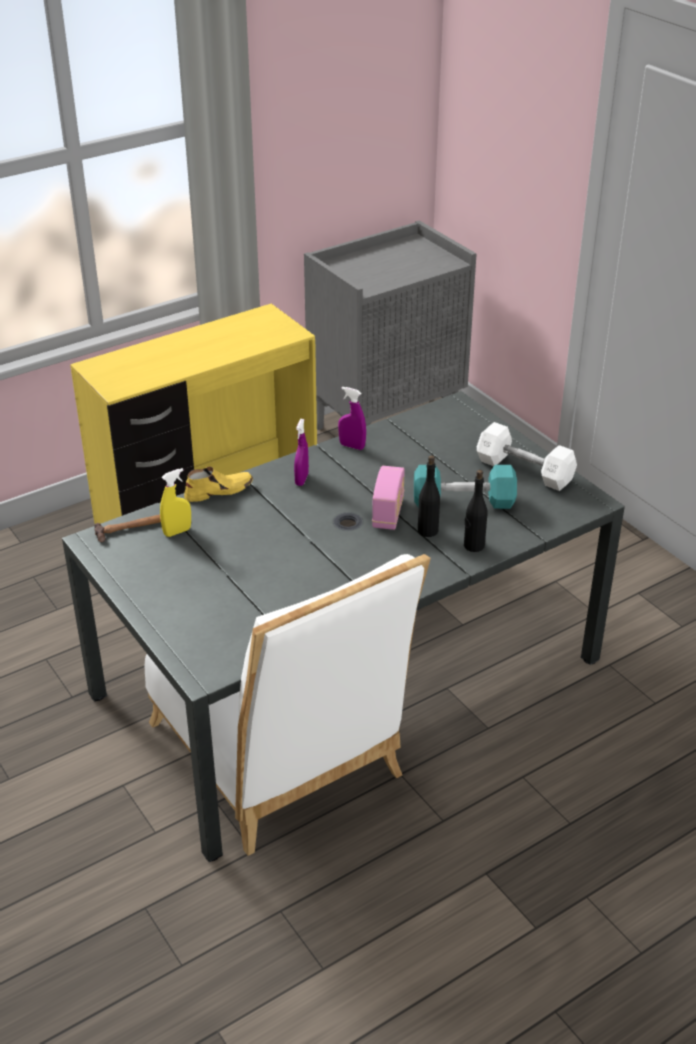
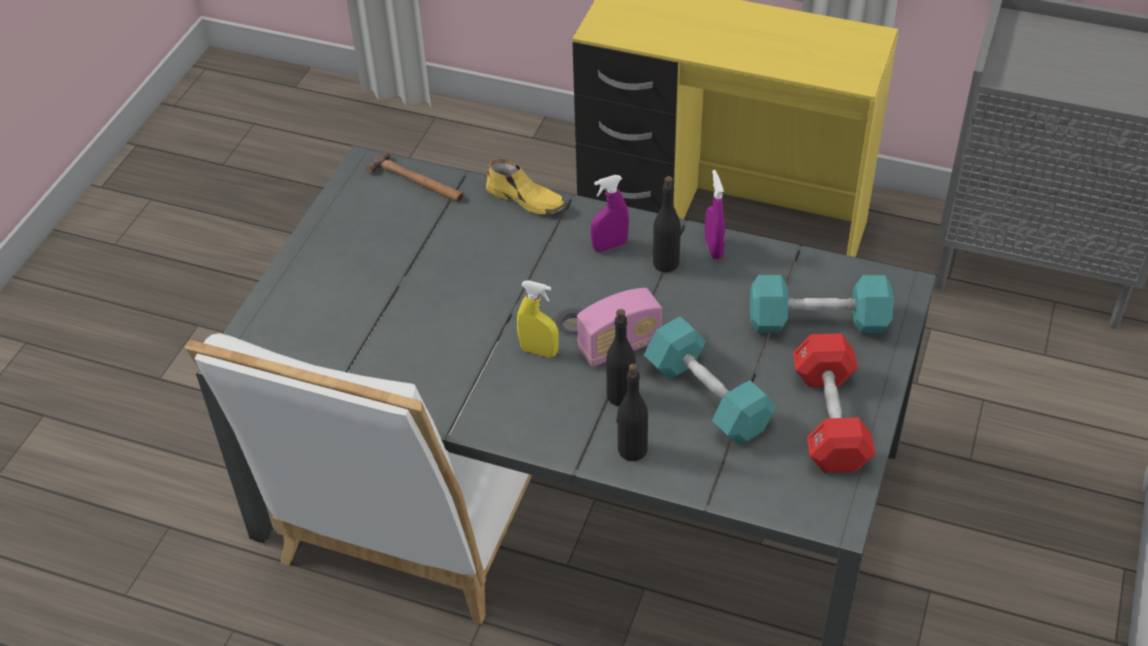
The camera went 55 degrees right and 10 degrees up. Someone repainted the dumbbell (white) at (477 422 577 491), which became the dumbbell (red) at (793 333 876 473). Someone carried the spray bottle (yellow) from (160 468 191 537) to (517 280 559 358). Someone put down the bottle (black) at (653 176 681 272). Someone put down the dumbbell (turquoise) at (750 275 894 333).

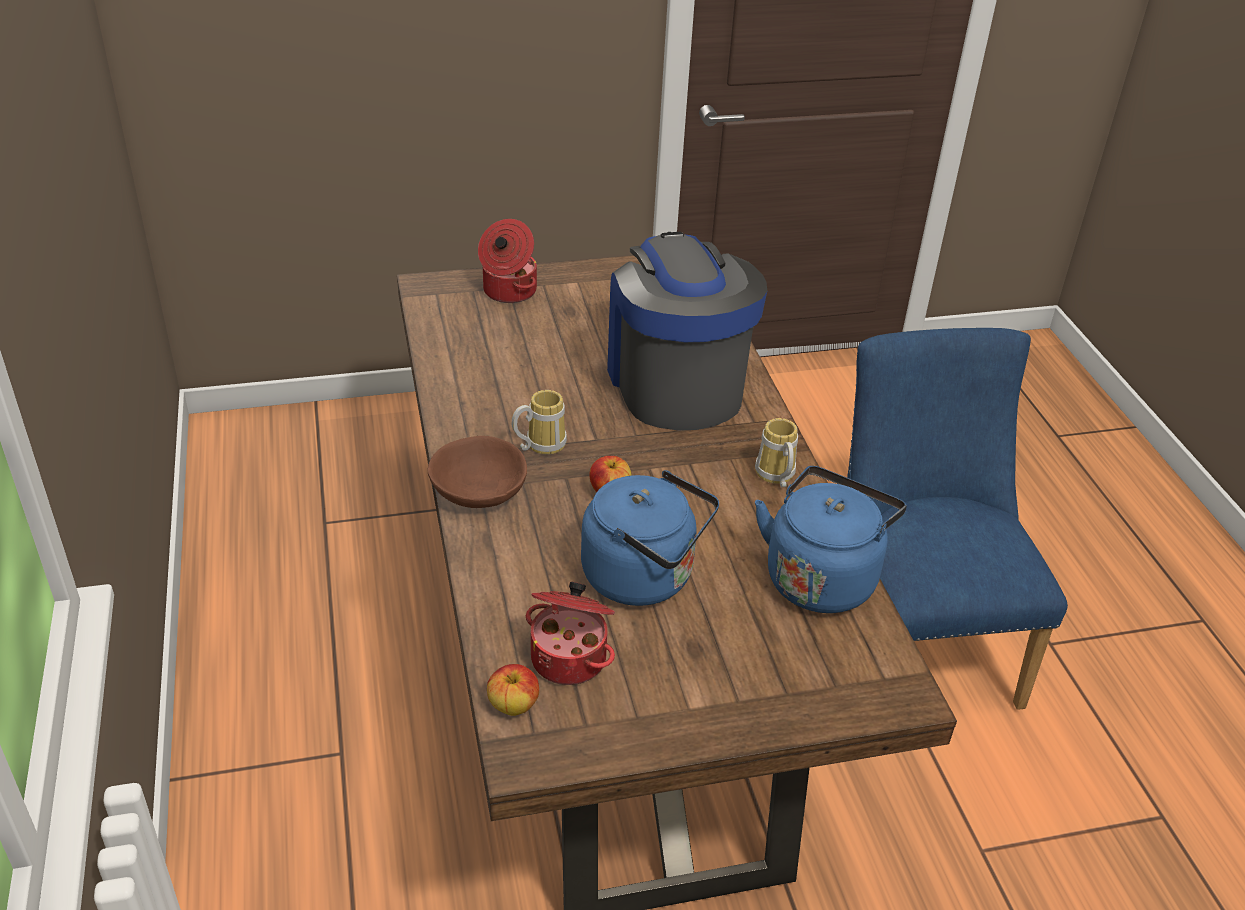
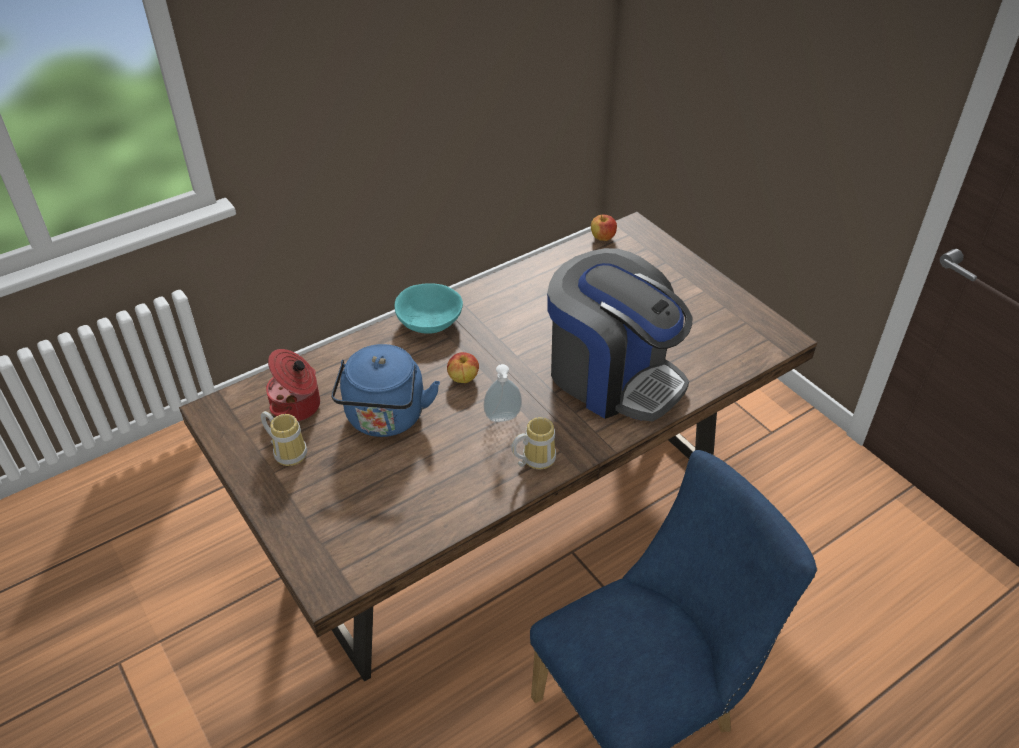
The camera went 70 degrees right and 5 degrees up. Someone took away the cooking pot at (478 219 537 303). Someone rotated the coffee machine at (607 232 767 430) by 75 degrees clockwise. Someone carried the mug from (512 390 567 454) to (260 411 307 466). Someone repainted the bowl (brown) at (427 436 527 508), which became the bowl (turquoise) at (394 283 463 334). Someone took away the kettle (blue) at (755 466 907 613). Someone carried the apple from (487 664 539 716) to (591 215 617 241). Someone put down the soap dispenser at (484 364 522 422).

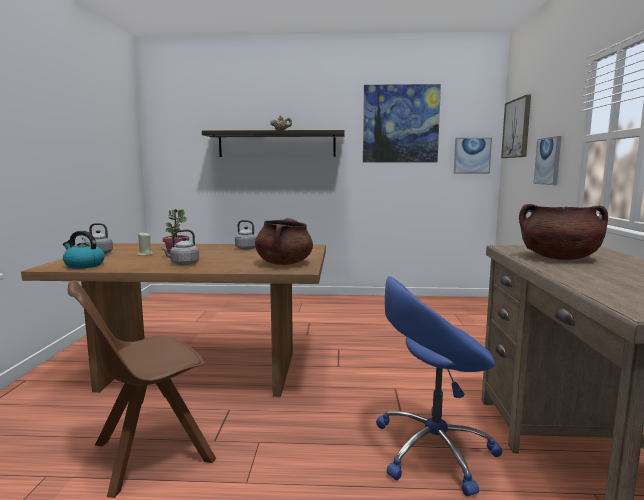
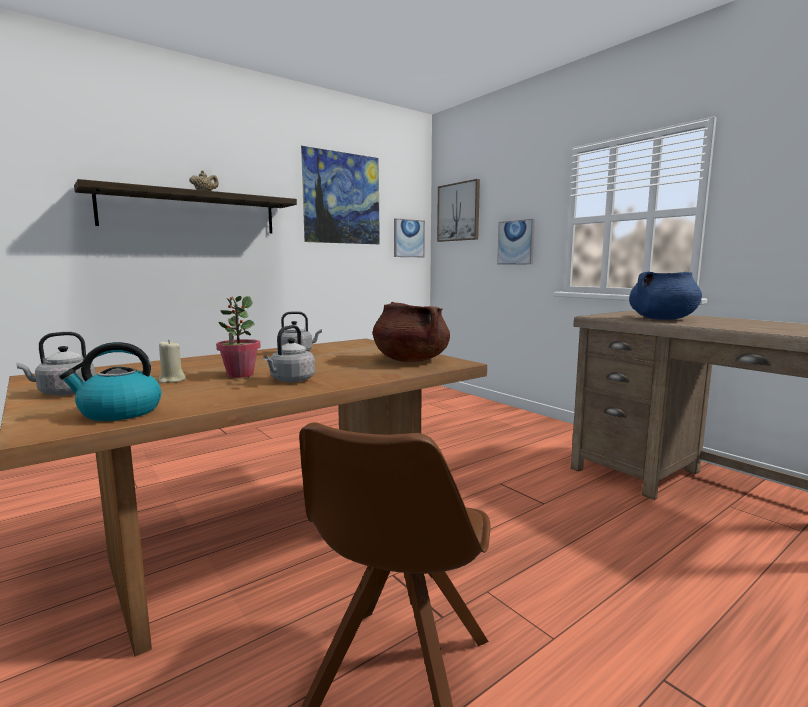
The camera went 40 degrees left and 0 degrees up. Someone repainted the cooking pot (brown) at (519 204 608 260), which became the cooking pot (blue) at (629 272 702 320). Someone took away the office chair (blue) at (376 276 502 496).

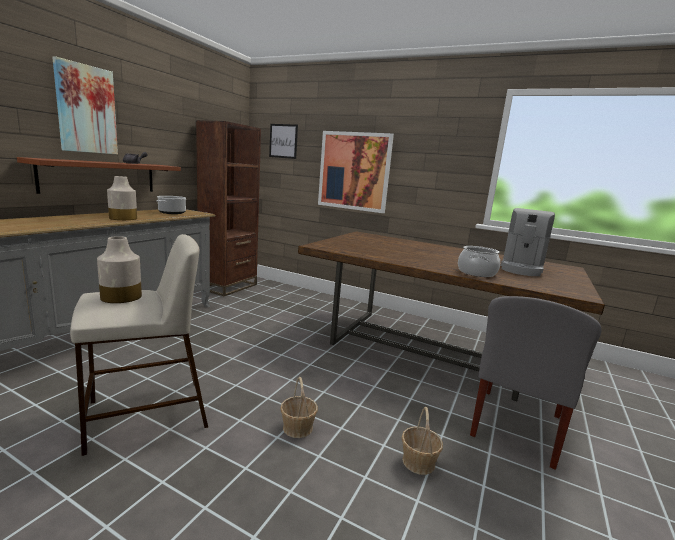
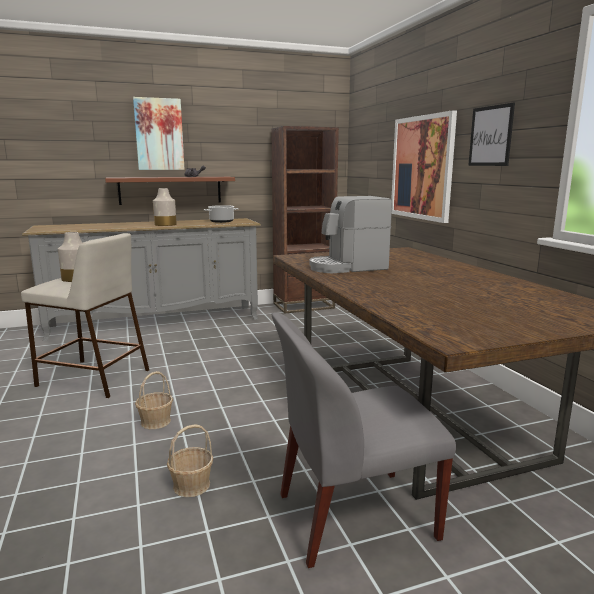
The camera went 45 degrees right and 0 degrees up. Someone carried the picture from (269 124 298 159) to (468 103 515 166). Someone carried the coffee machine from (501 208 555 276) to (309 196 392 273). Someone took away the cooking pot at (458 246 500 277).

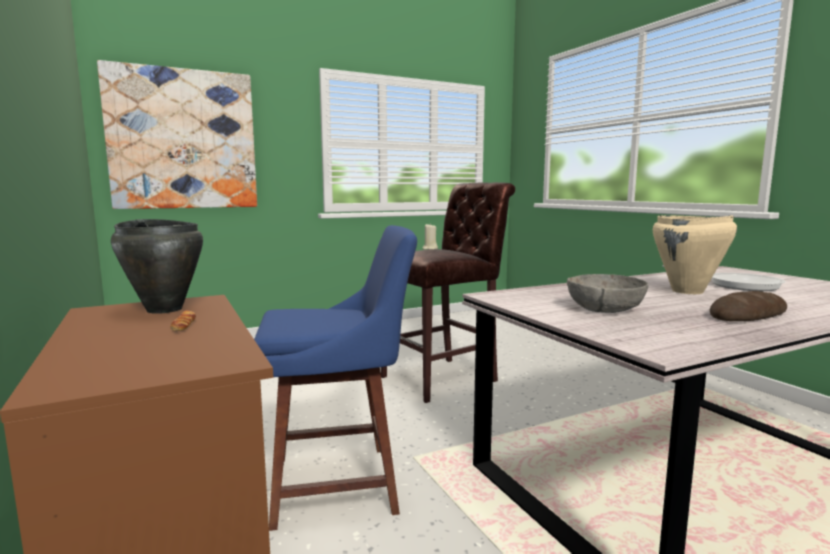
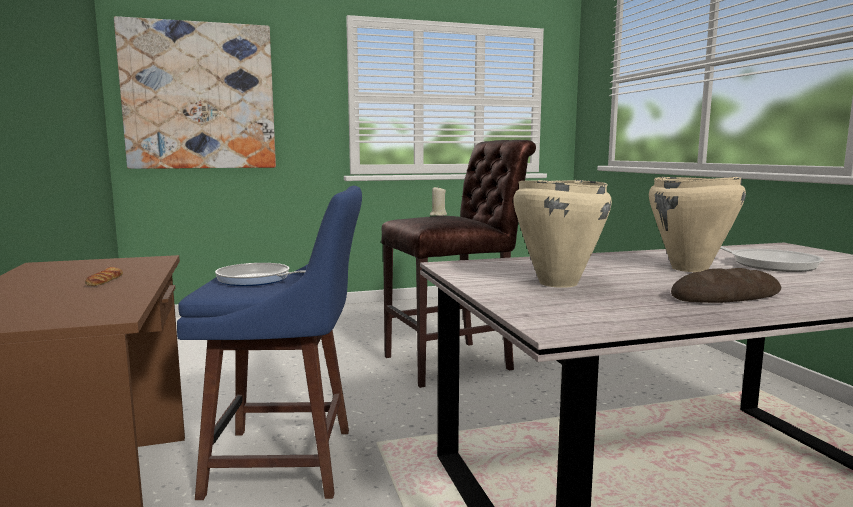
The camera went 10 degrees right and 0 degrees up. Someone took away the cooking pot (black) at (111 219 203 314). Someone swapped the bowl (grey) at (567 274 649 313) for the cooking pot (beige) at (513 180 612 288). Someone put down the frying pan at (215 263 305 286).

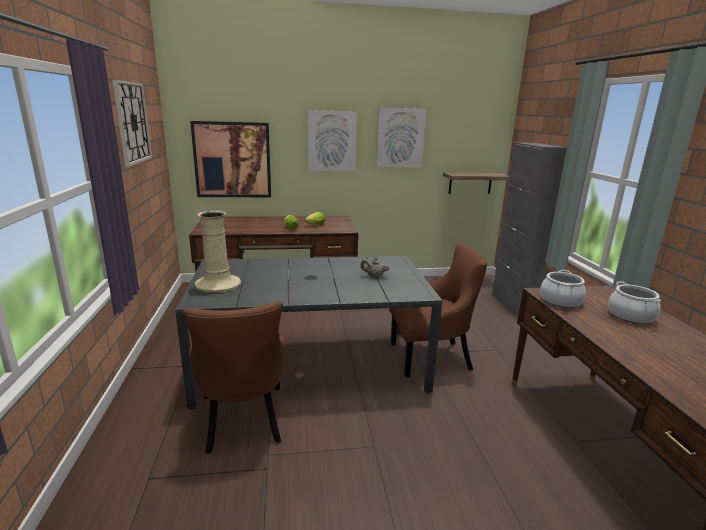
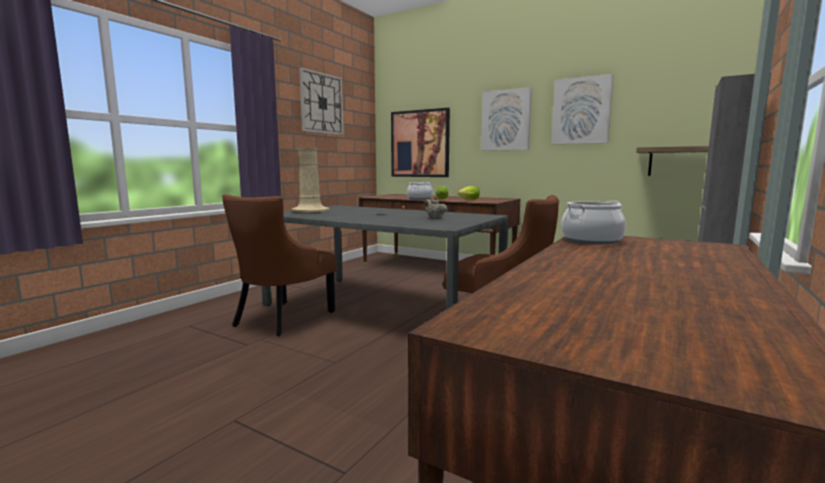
The camera went 40 degrees right and 10 degrees down. Someone carried the cooking pot from (608 282 661 324) to (407 182 433 200).

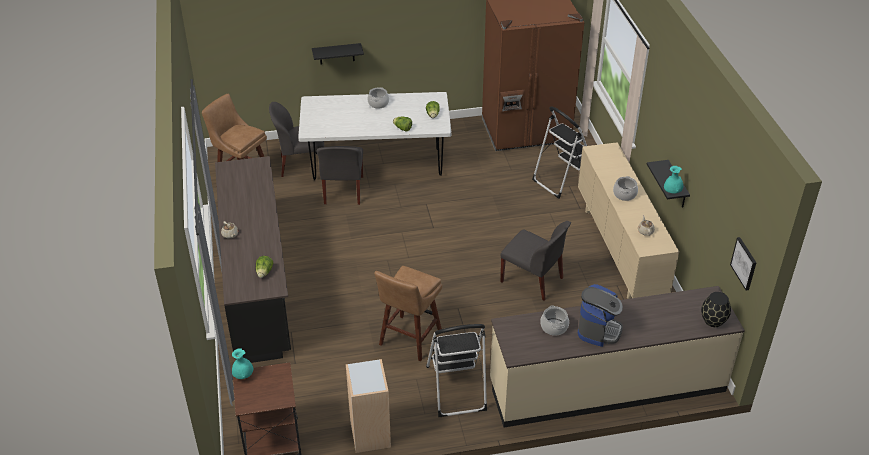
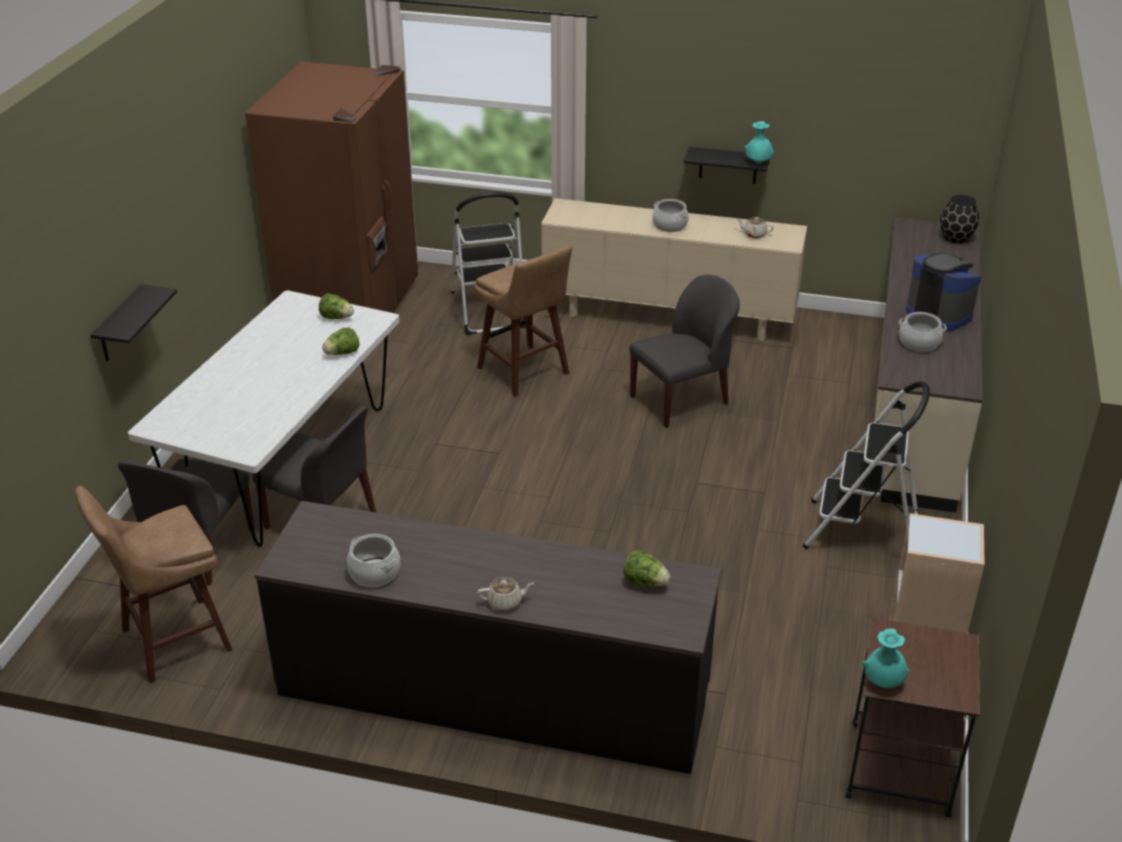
The camera went 65 degrees left and 5 degrees down. Someone carried the cooking pot from (367 87 389 109) to (347 534 400 587). Someone took away the picture at (730 237 756 290). Someone carried the stool (brown) from (374 266 442 361) to (474 245 572 397).

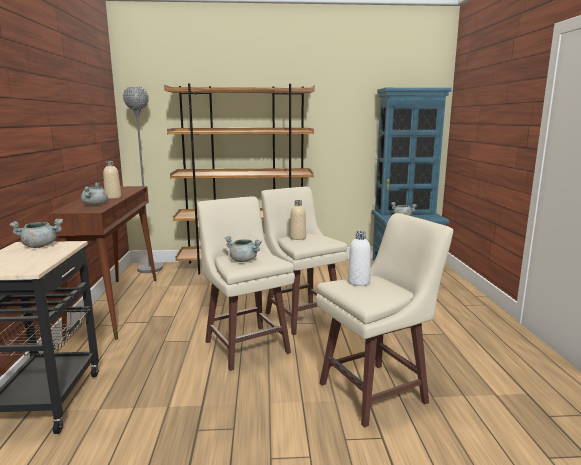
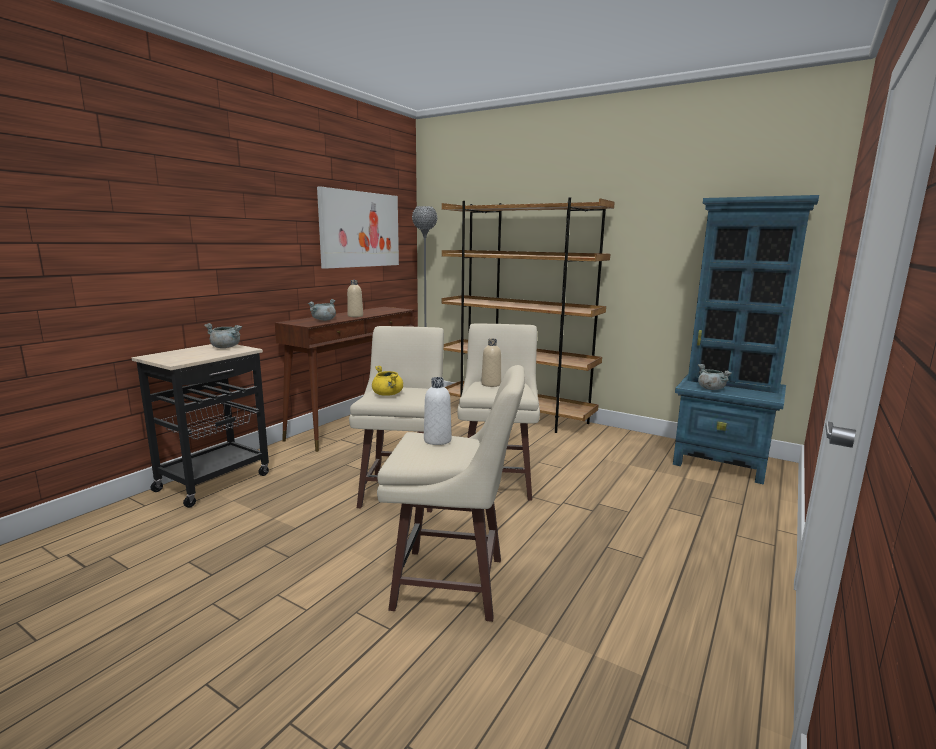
The camera went 35 degrees right and 0 degrees up. Someone repainted the cooking pot (grey) at (224 236 262 262), which became the cooking pot (yellow) at (372 365 403 396). Someone put up the picture at (317 186 399 269).

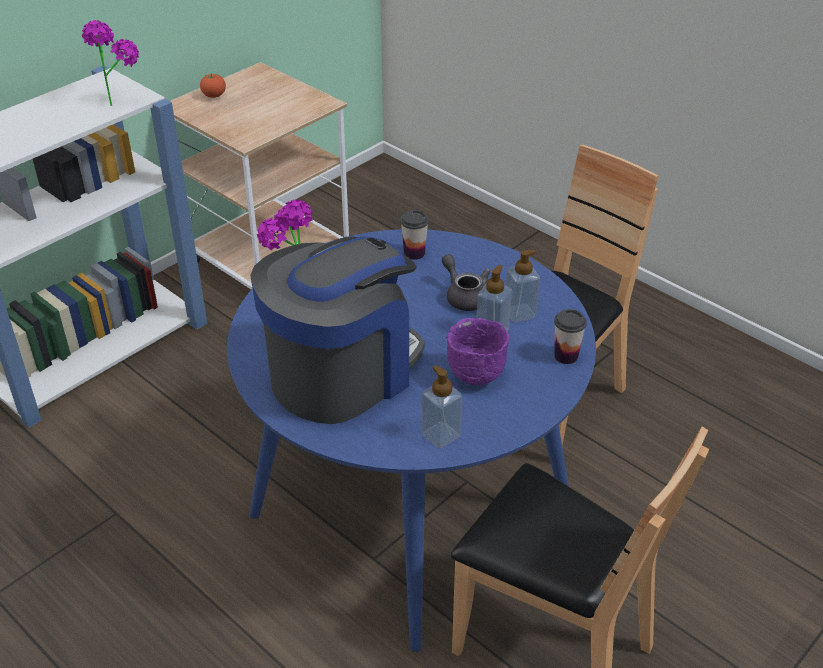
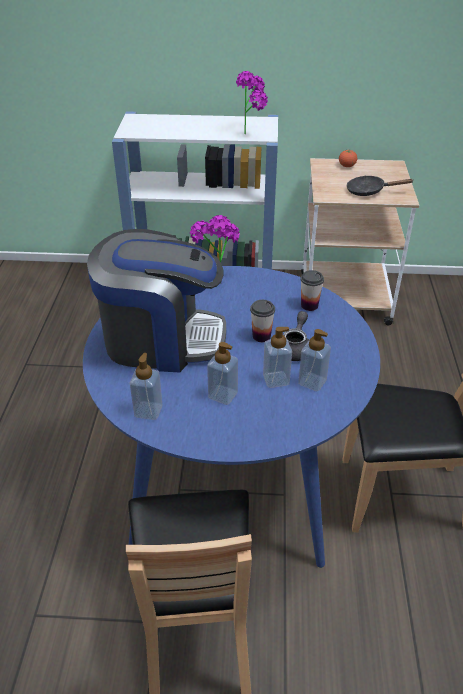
The camera went 50 degrees right and 0 degrees up. Someone carried the cup from (554 309 587 364) to (250 300 275 342). Someone swapped the bowl (purple) at (446 318 510 386) for the soap dispenser at (207 342 238 405). Someone put down the frying pan (black) at (347 176 414 196).

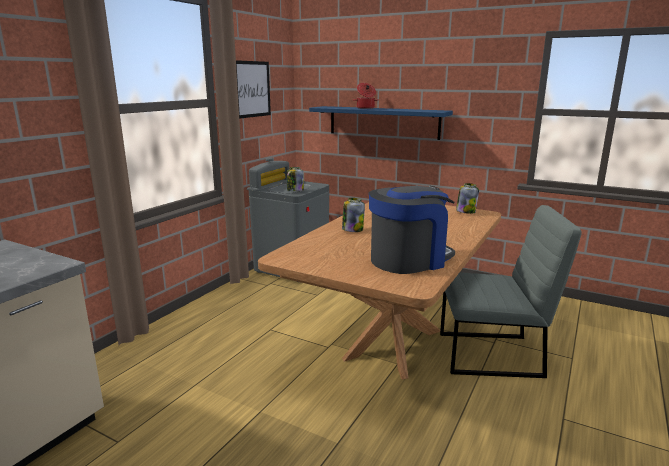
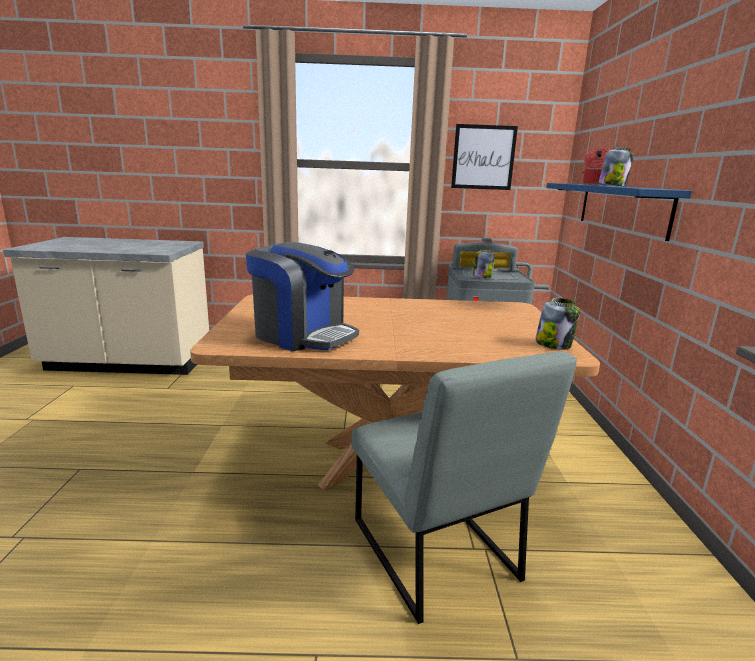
The camera went 60 degrees right and 0 degrees up. Someone carried the jar from (342 198 365 232) to (598 147 634 186).

